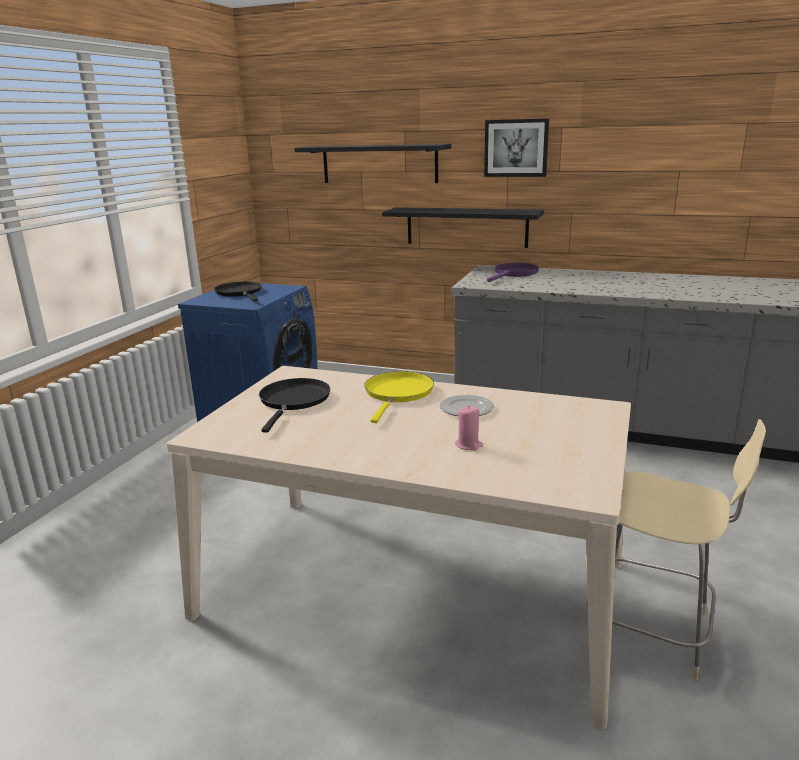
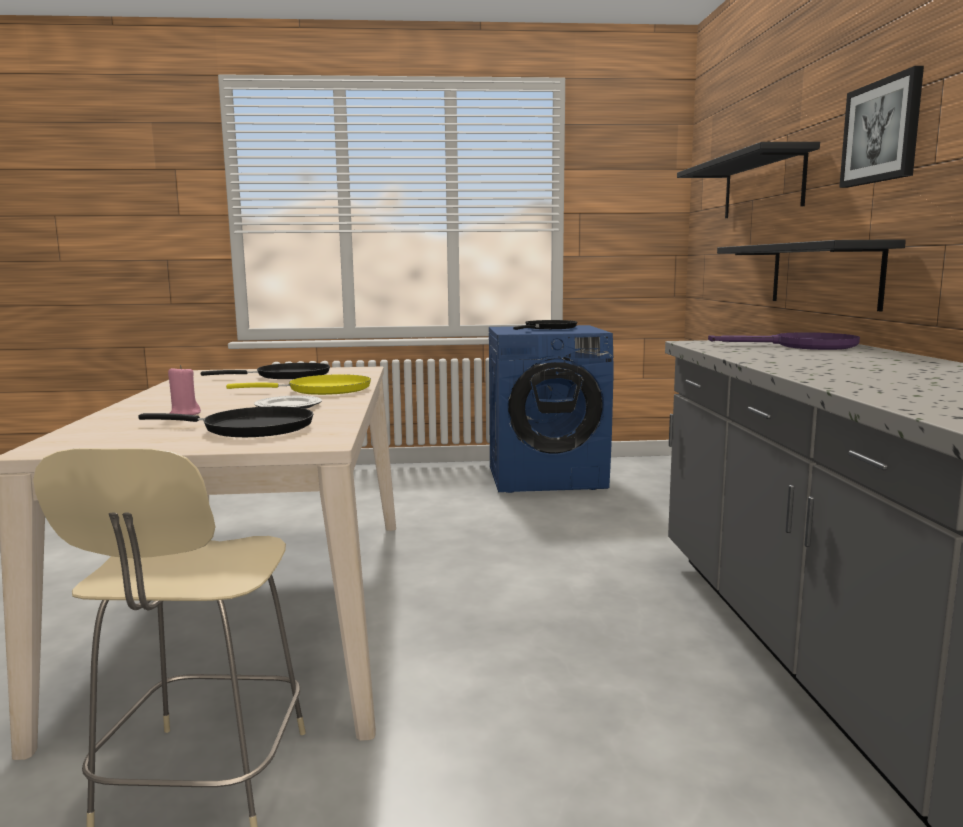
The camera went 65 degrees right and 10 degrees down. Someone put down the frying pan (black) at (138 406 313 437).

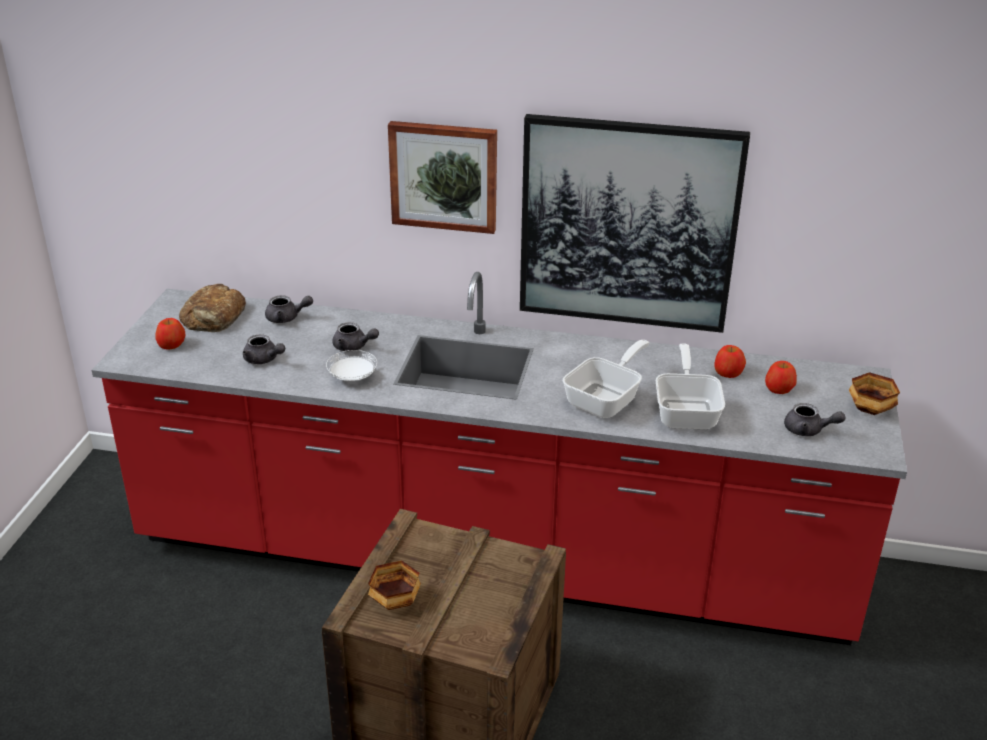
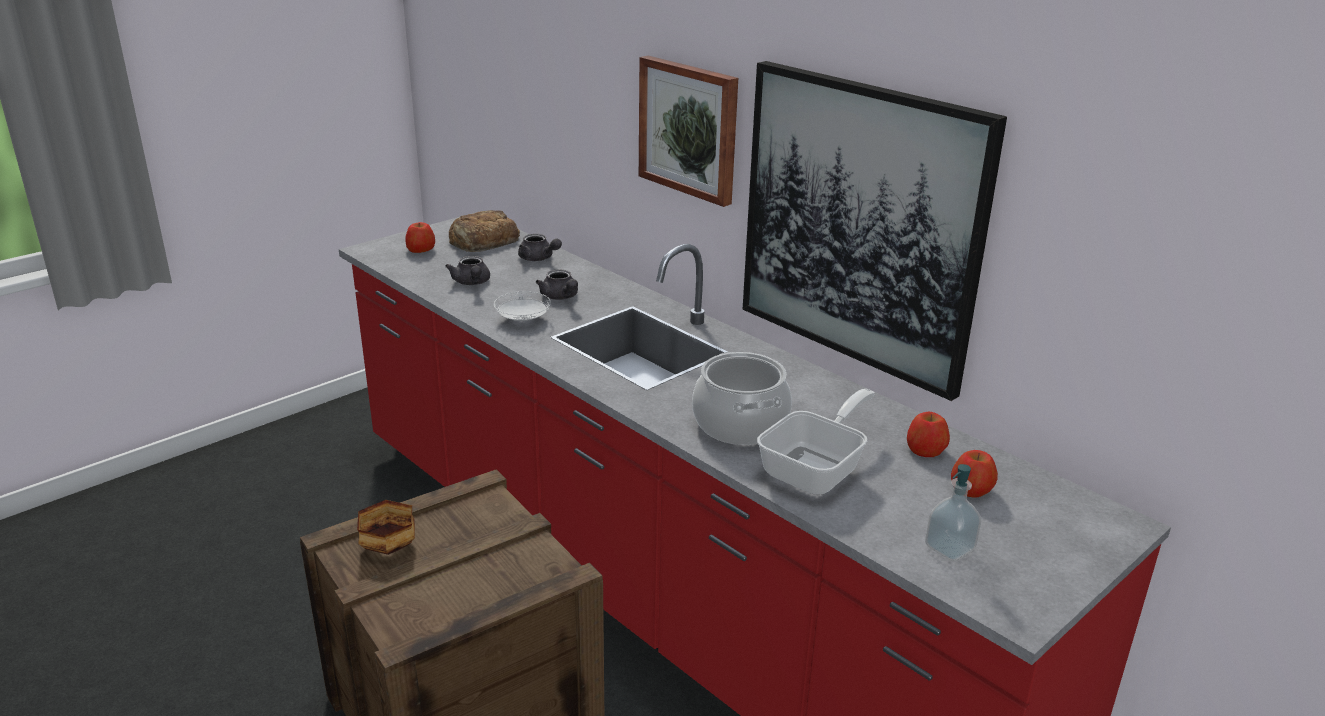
The camera went 35 degrees right and 5 degrees down. Someone swapped the frying pan at (563 340 650 418) for the cooking pot at (692 352 792 445). Someone took away the bowl at (849 372 900 415). Someone swapped the teapot (grey) at (784 403 845 436) for the soap dispenser at (925 464 982 561).

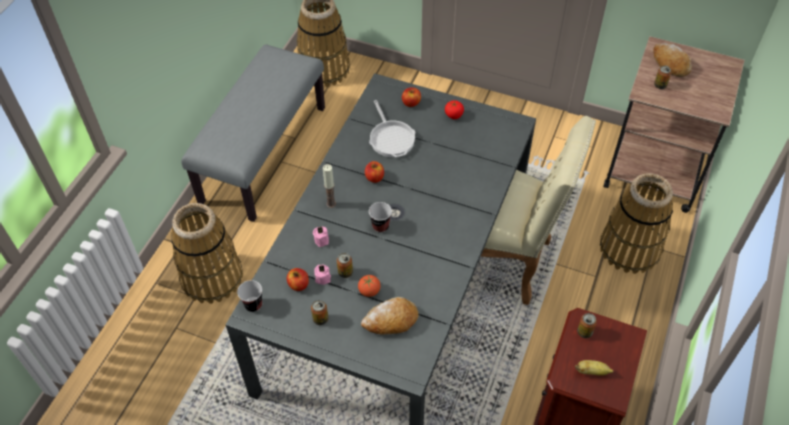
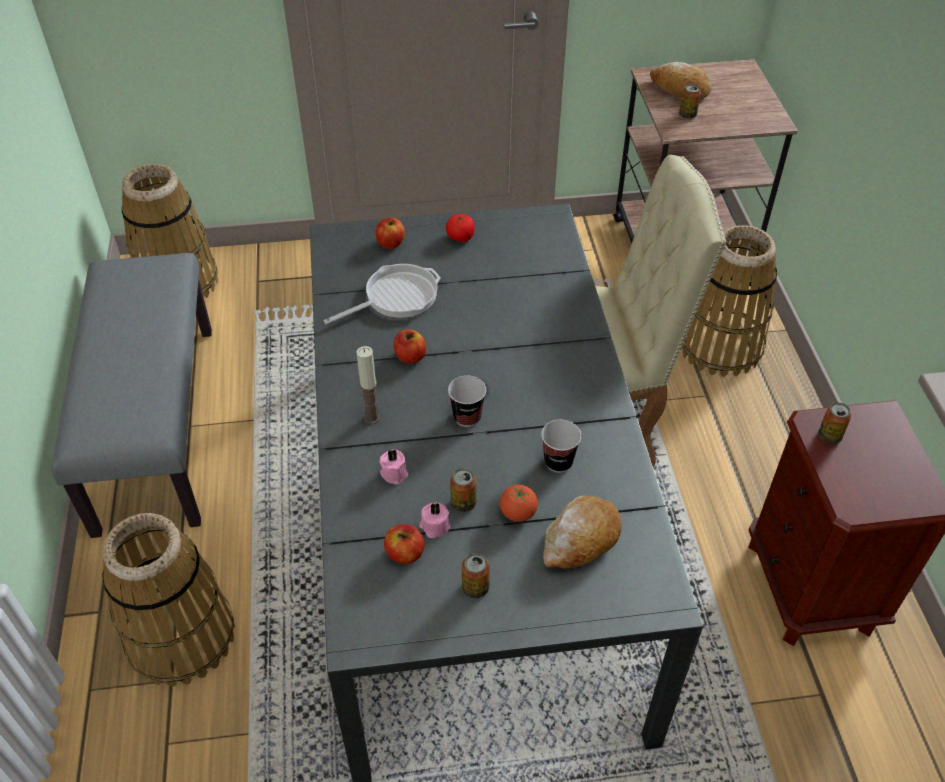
The camera went 30 degrees left and 5 degrees down. Someone rotated the frying pan at (369 100 415 157) by 75 degrees counterclockwise. Someone carried the cup from (237 280 262 312) to (541 420 581 473). Someone took away the banana at (575 360 613 376).

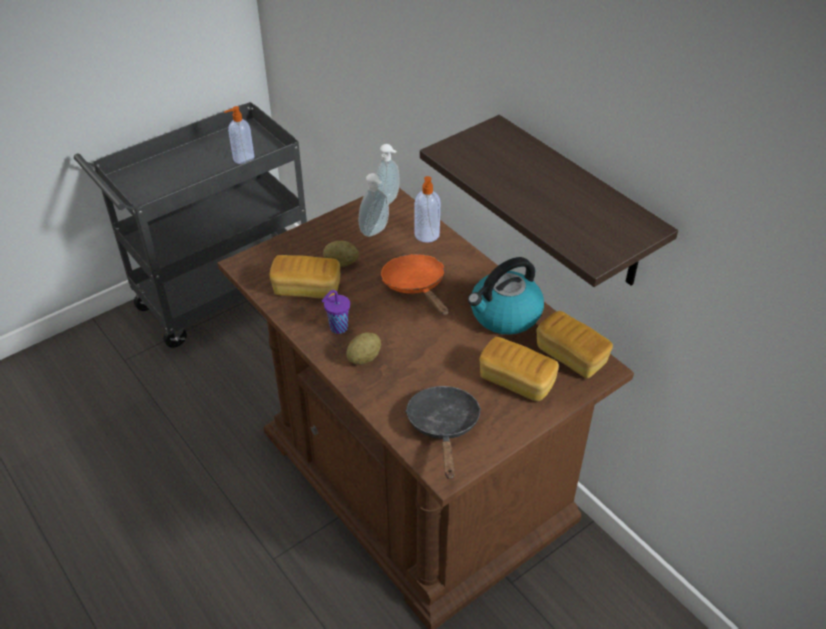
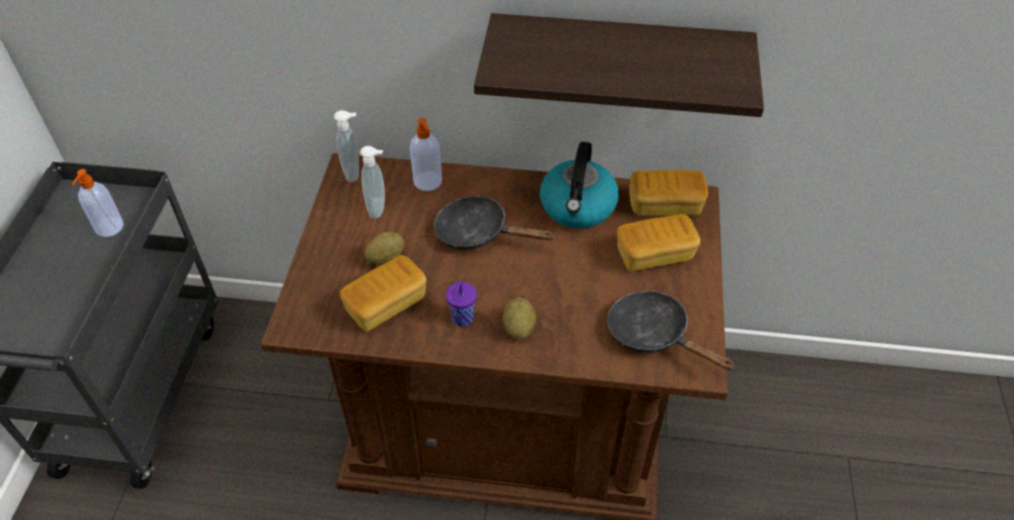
The camera went 45 degrees left and 5 degrees up. Someone repainted the frying pan (orange) at (381 254 448 316), which became the frying pan (black) at (434 196 555 250).

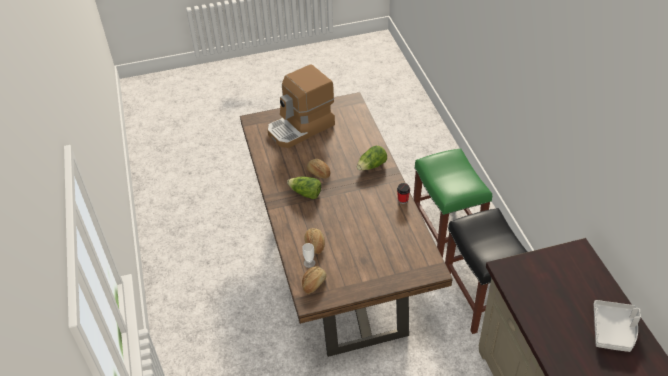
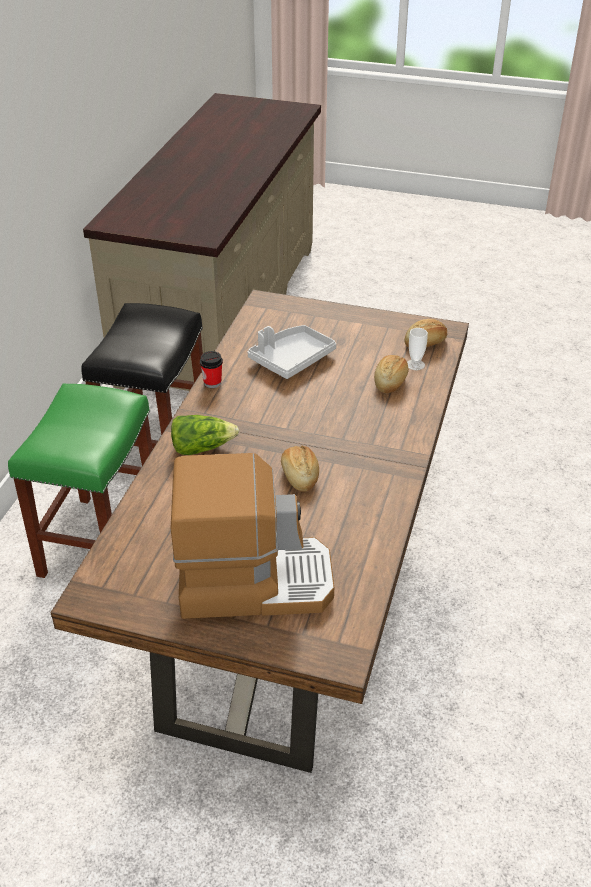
The camera went 150 degrees left and 5 degrees down. Someone took away the lettuce at (287 177 321 199). Someone carried the tray (grey) from (594 300 641 352) to (248 325 336 379).

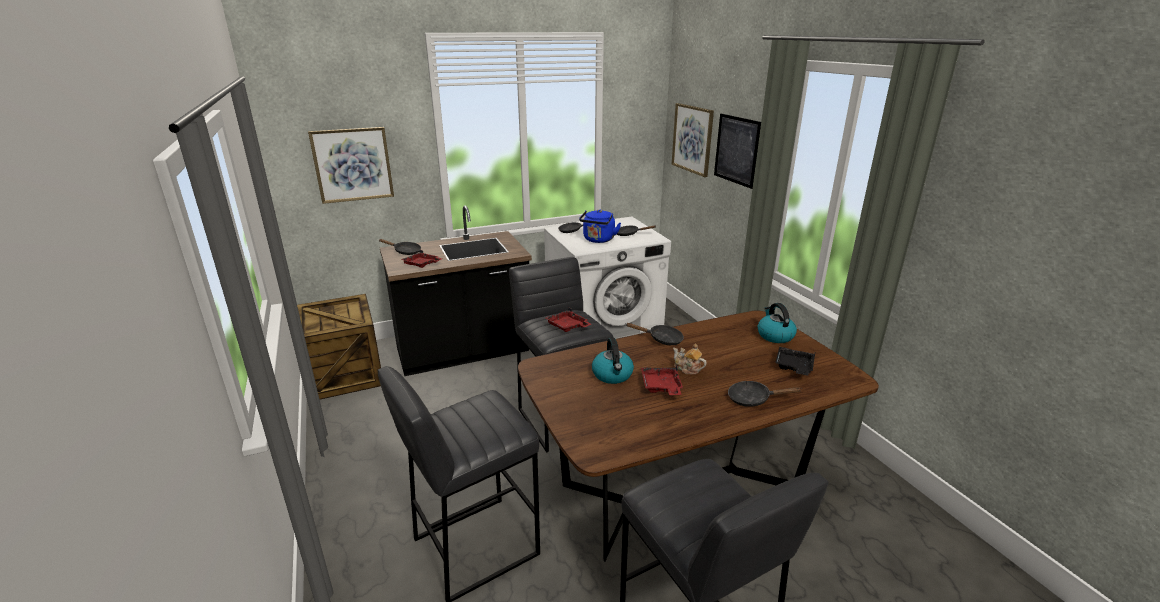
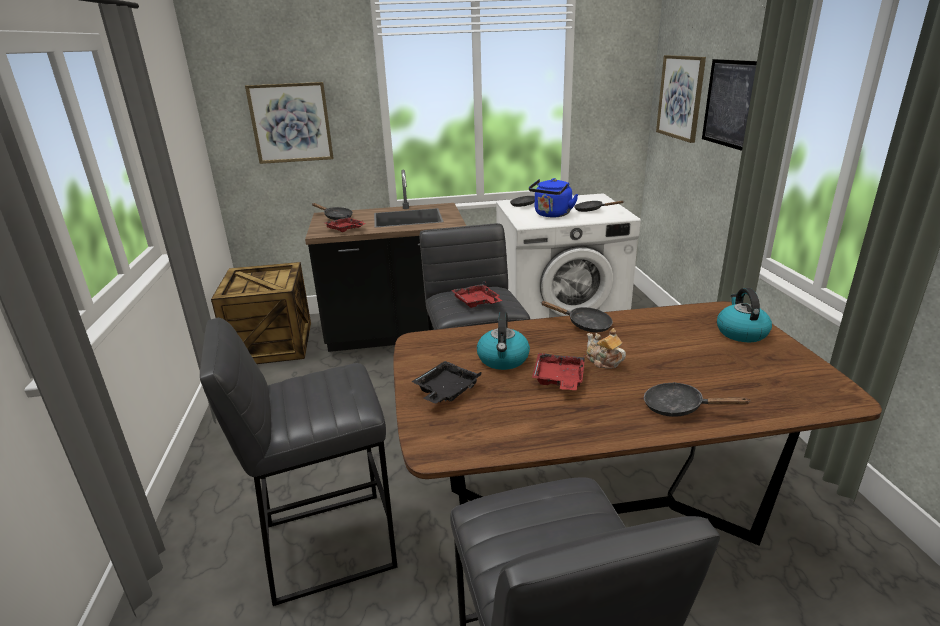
The camera went 15 degrees right and 0 degrees up. Someone carried the tray (black) from (775 347 816 376) to (411 361 481 404).

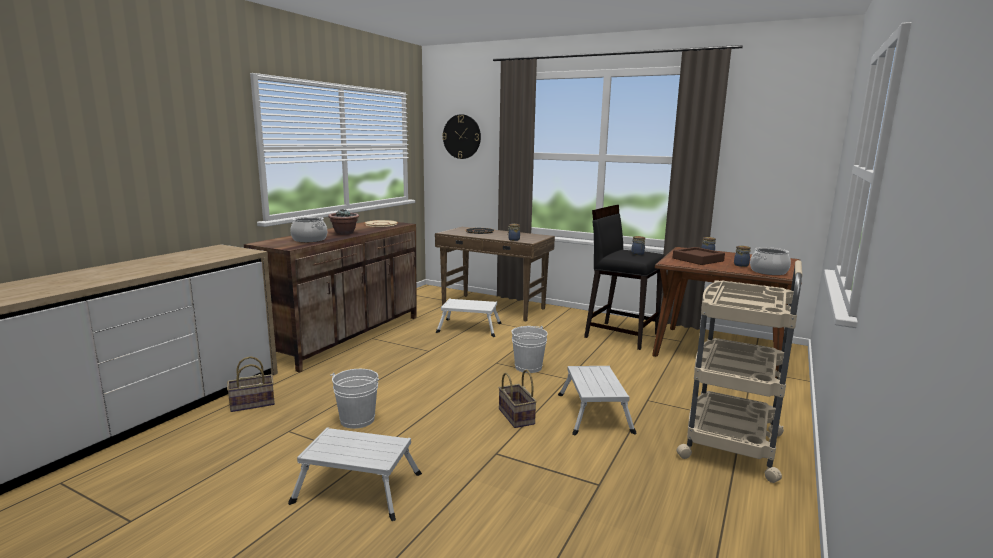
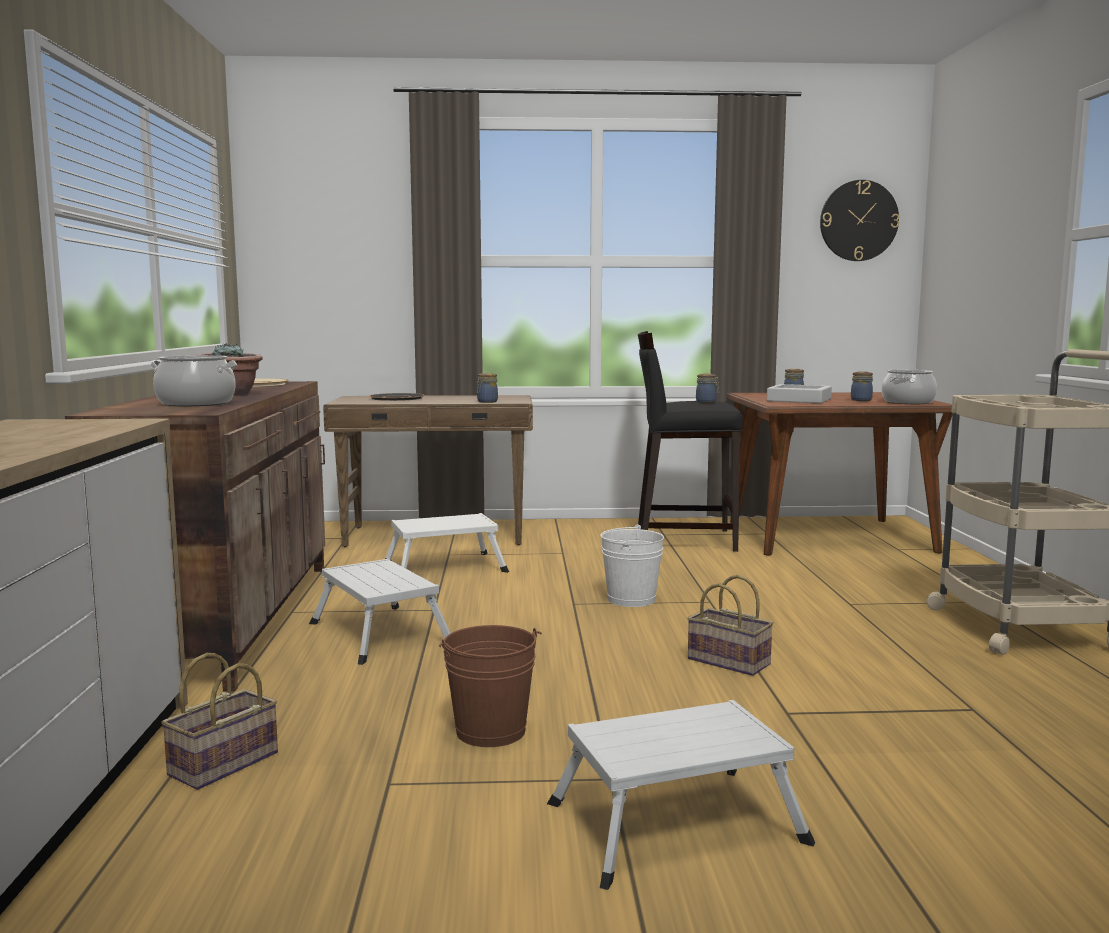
The camera went 30 degrees left and 5 degrees down. Someone carried the wall clock from (442 114 481 159) to (820 180 899 261). Someone repainted the tray (brown) at (672 247 725 265), which became the tray (grey) at (767 384 832 403). Someone carried the step ladder (white) from (558 366 637 436) to (309 559 451 665). Someone repainted the bucket (white) at (330 369 379 429), which became the bucket (brown) at (439 625 542 747).

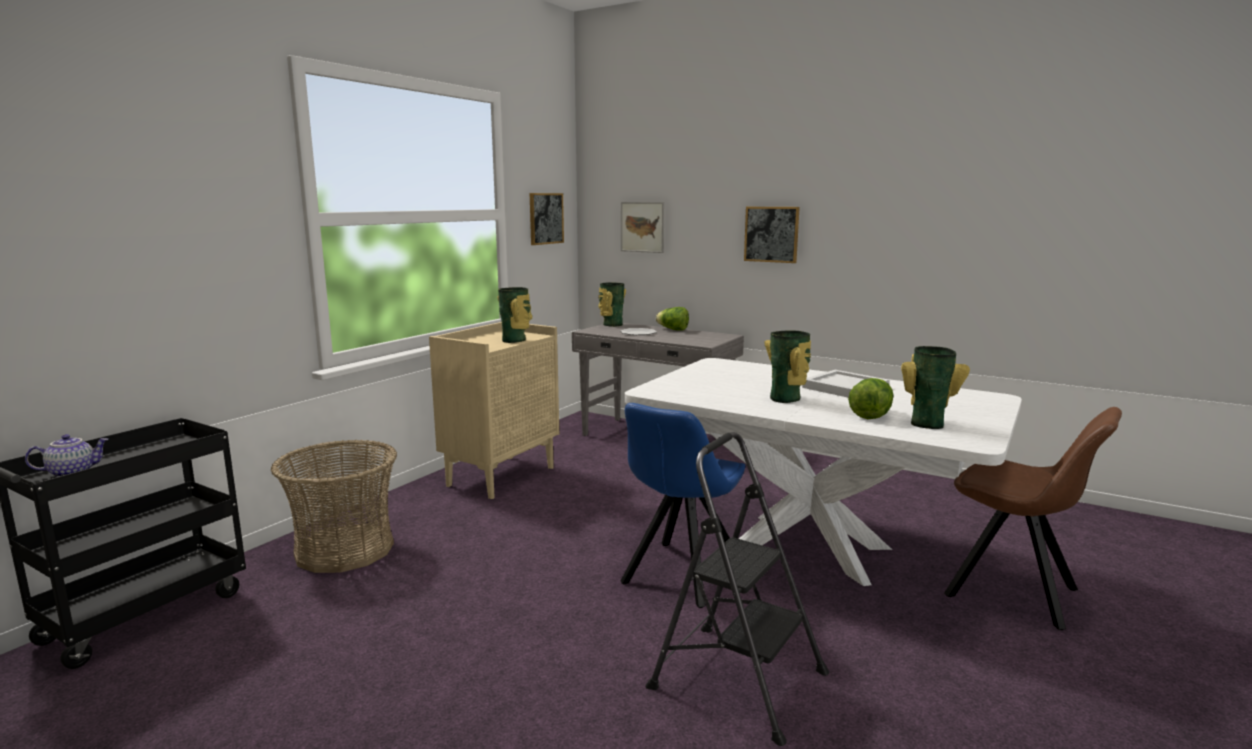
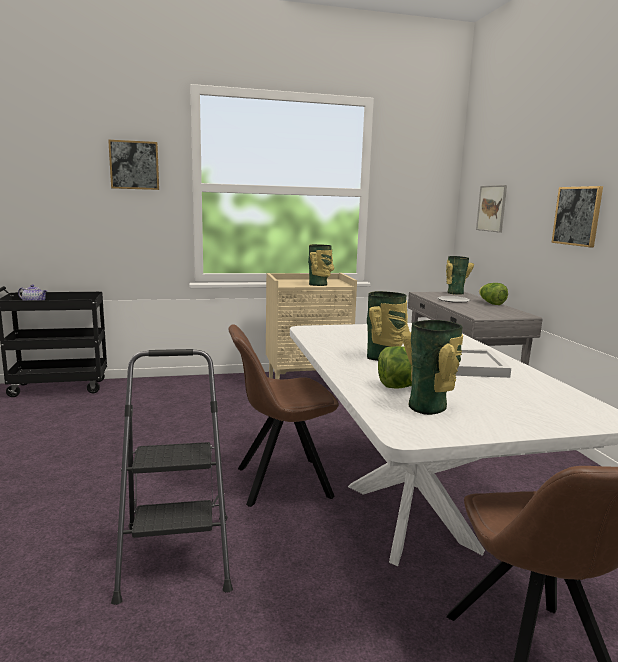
The camera went 45 degrees right and 0 degrees up. Someone carried the picture from (530 193 564 245) to (108 140 159 190). Someone repainted the chair (blue) at (621 403 745 608), which became the chair (brown) at (229 324 339 507). Someone took away the basket at (271 440 397 573).

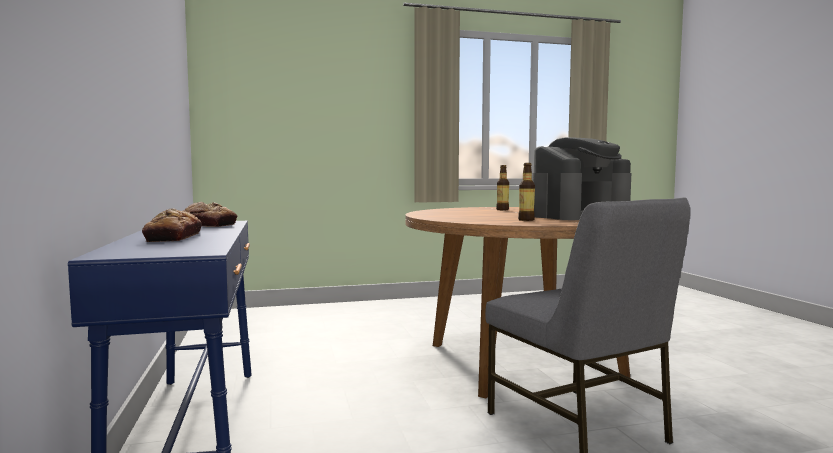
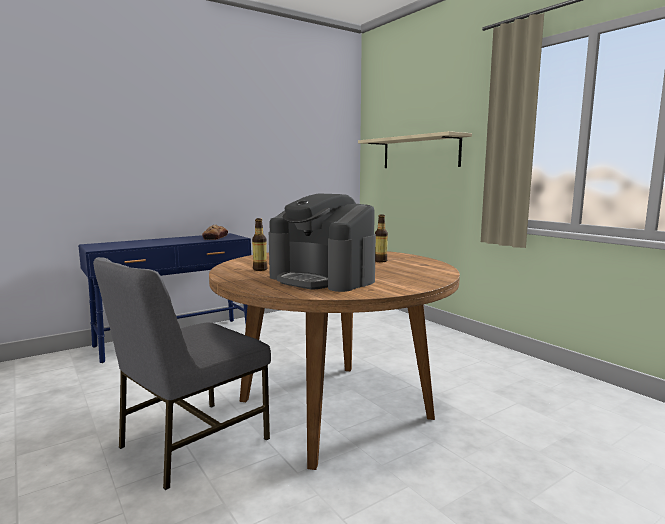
The camera went 70 degrees right and 5 degrees up. Someone took away the bread at (142 208 202 242). Someone put up the shelf (beige) at (358 131 472 168).

